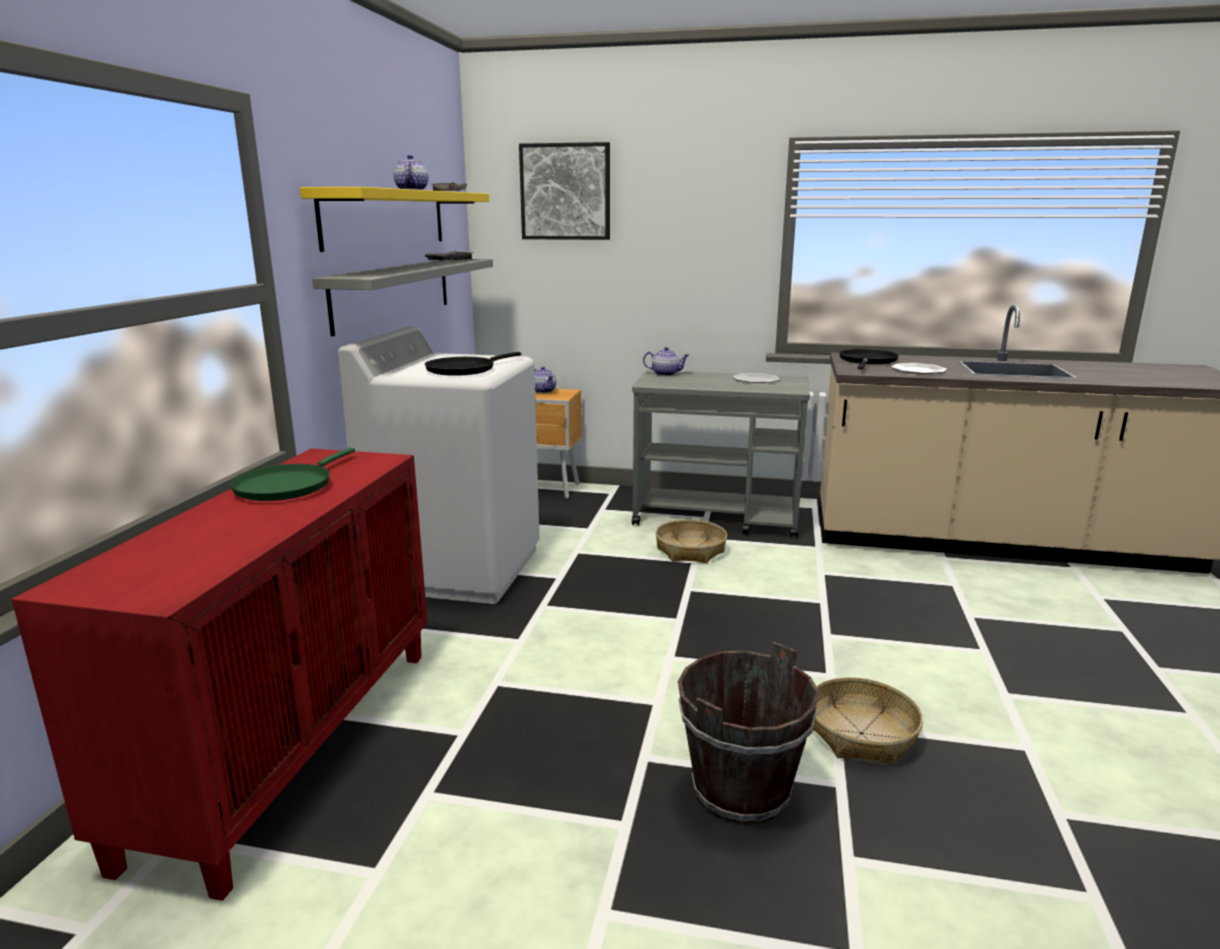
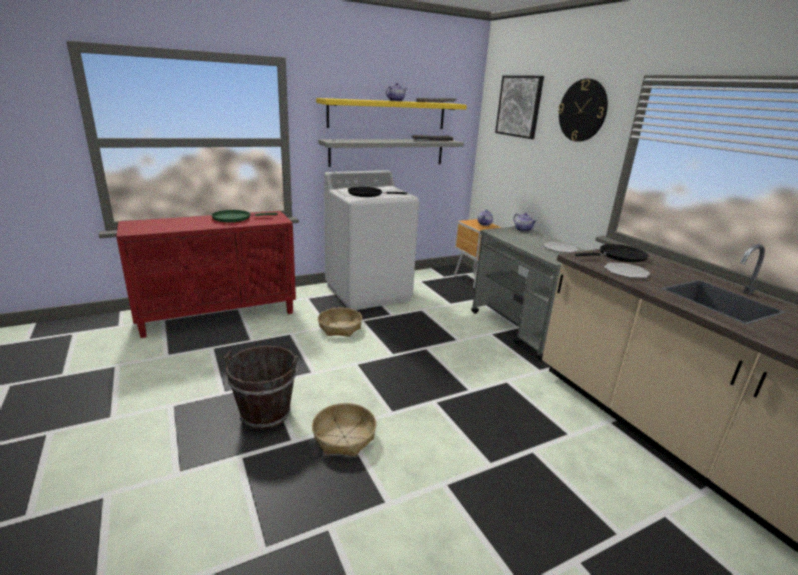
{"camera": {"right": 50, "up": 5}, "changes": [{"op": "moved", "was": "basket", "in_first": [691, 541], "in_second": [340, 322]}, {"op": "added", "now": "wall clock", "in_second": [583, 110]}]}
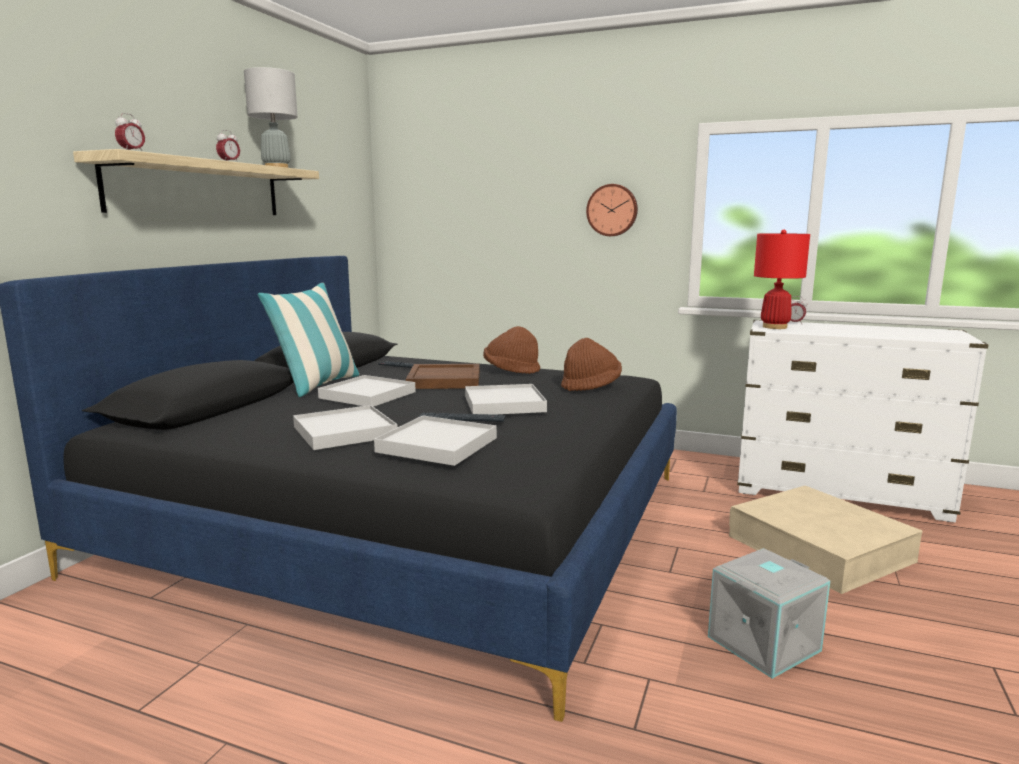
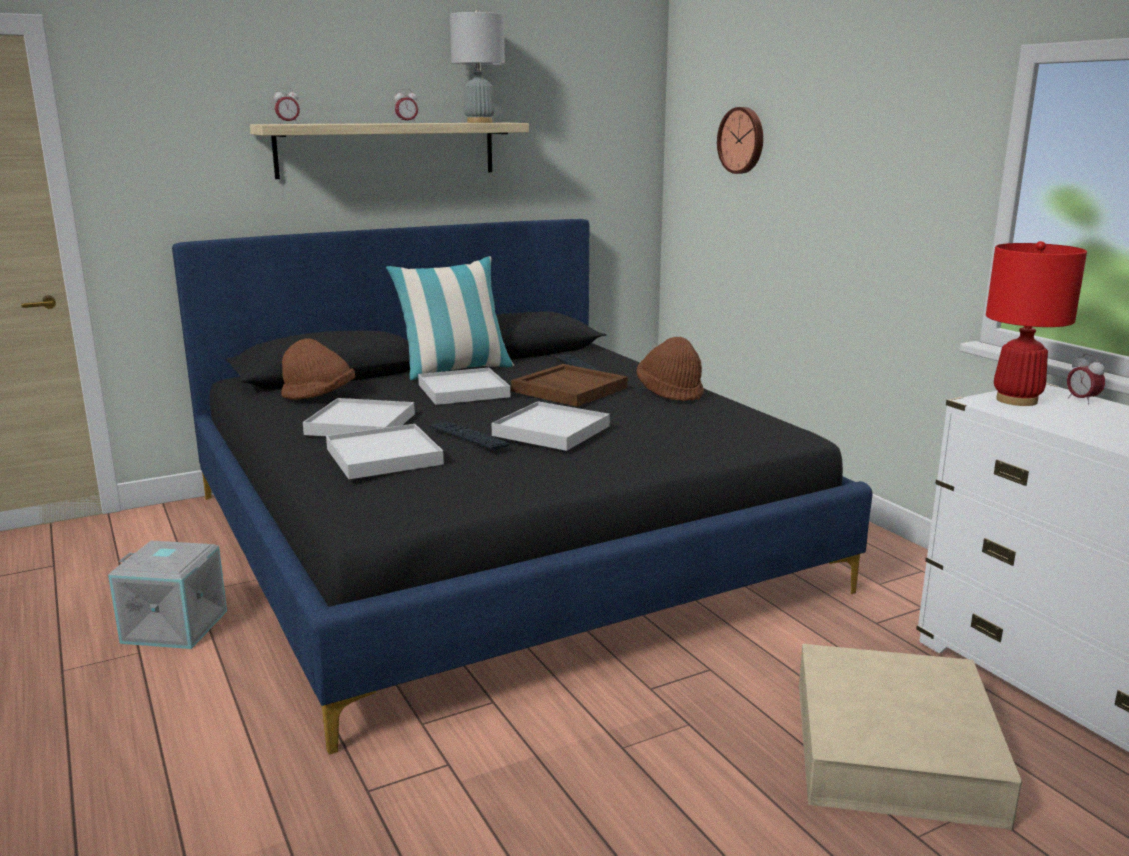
{"camera": {"right": 40, "up": 5}, "changes": [{"op": "moved", "was": "hat in brown", "in_first": [591, 364], "in_second": [318, 369]}, {"op": "moved", "was": "wall clock", "in_first": [612, 210], "in_second": [740, 140]}, {"op": "moved", "was": "storage box in grey", "in_first": [769, 613], "in_second": [167, 595]}]}
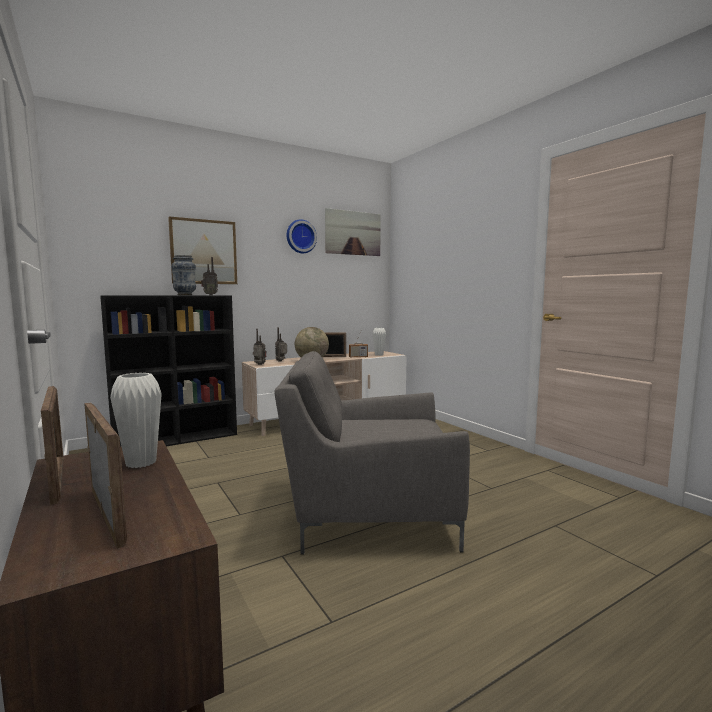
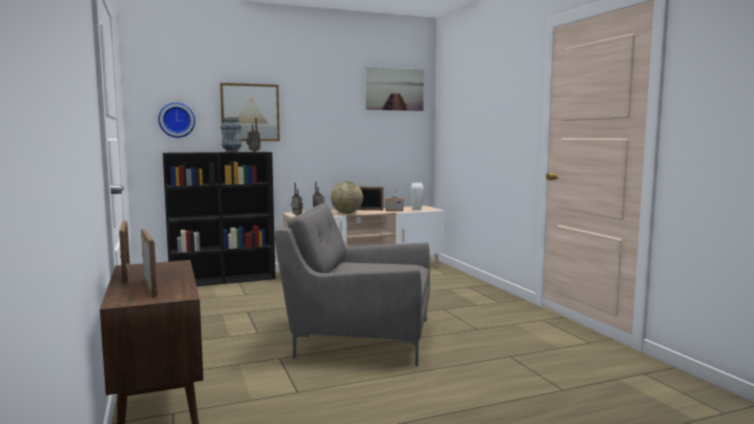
{"camera": {"right": 10, "up": 0}, "changes": [{"op": "removed", "was": "vase in white", "in_first": [136, 420]}, {"op": "moved", "was": "wall clock", "in_first": [302, 236], "in_second": [176, 120]}]}
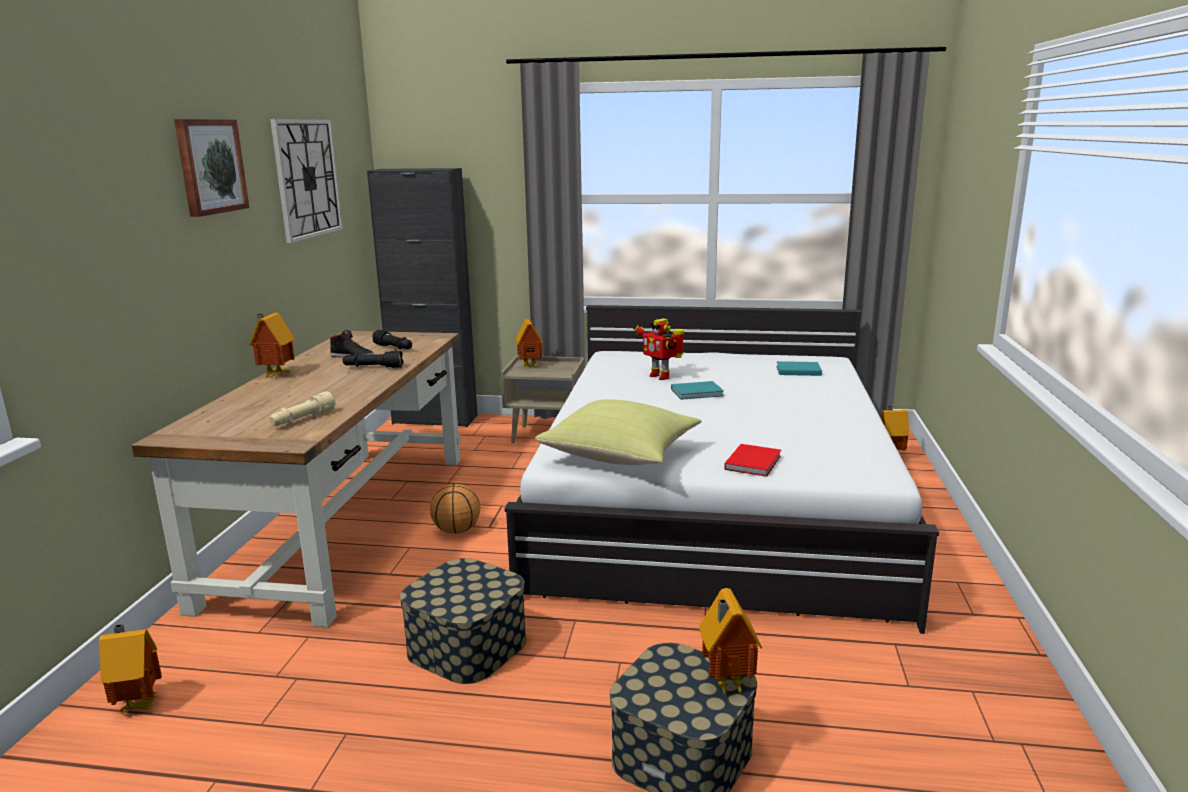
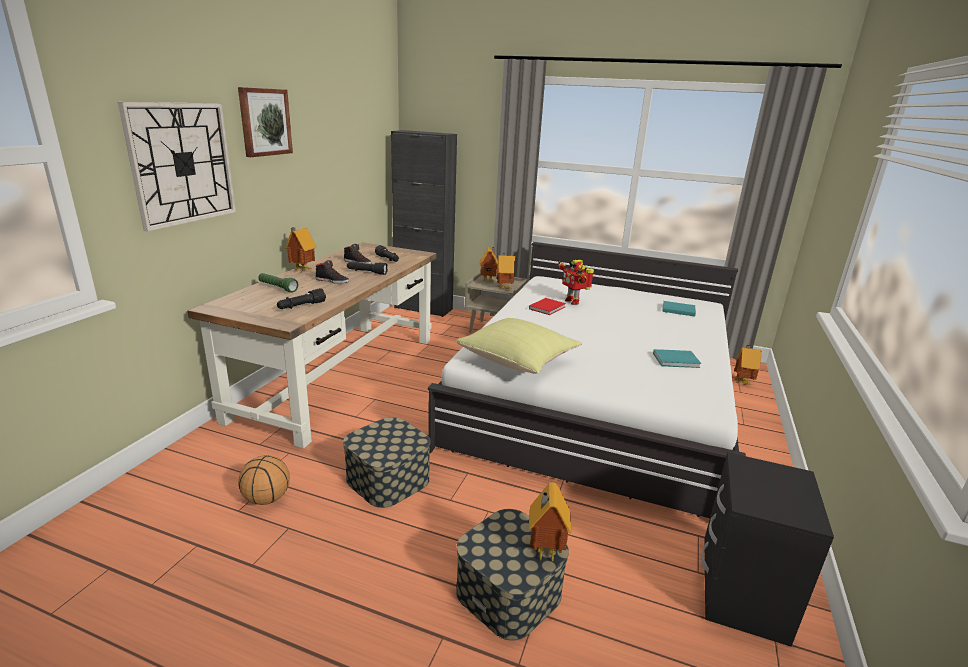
{"camera": {"right": 10, "up": 5}, "changes": [{"op": "moved", "was": "toy house", "in_first": [130, 668], "in_second": [506, 271]}, {"op": "recoloured", "was": "flashlight in beige", "now": "flashlight in black", "in_first": [302, 408], "in_second": [301, 298]}, {"op": "moved", "was": "wall clock", "in_first": [306, 181], "in_second": [177, 167]}, {"op": "moved", "was": "basketball", "in_first": [455, 509], "in_second": [264, 480]}, {"op": "moved", "was": "book in turquoise", "in_first": [697, 390], "in_second": [677, 358]}, {"op": "moved", "was": "book in red", "in_first": [752, 460], "in_second": [547, 306]}, {"op": "added", "now": "flashlight in green", "in_second": [278, 283]}, {"op": "added", "now": "shoe in black", "in_second": [332, 272]}, {"op": "added", "now": "nightstand in black", "in_second": [767, 549]}]}
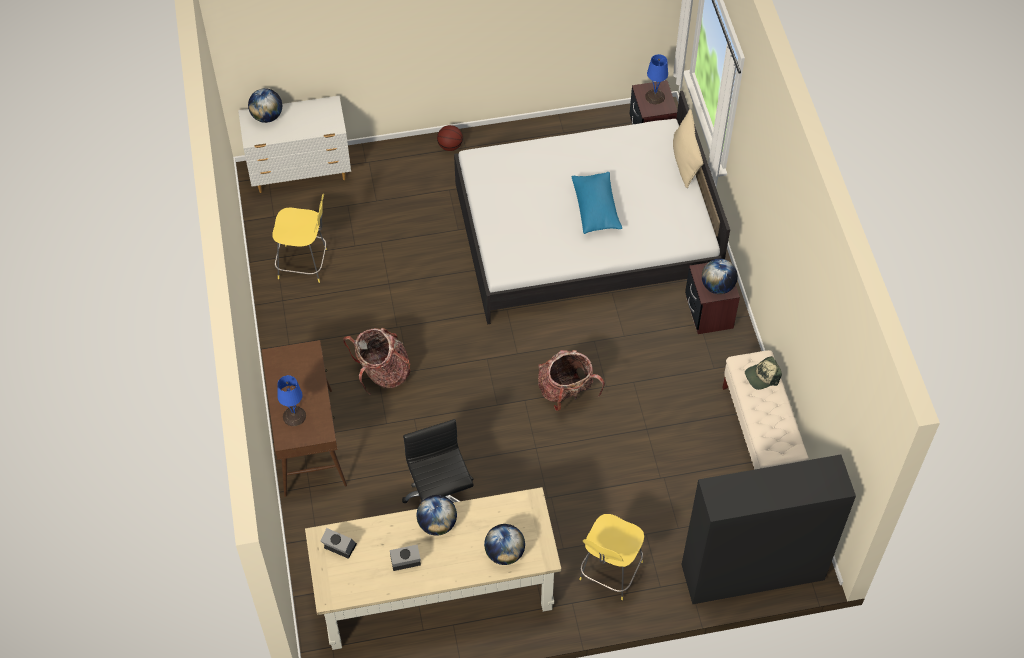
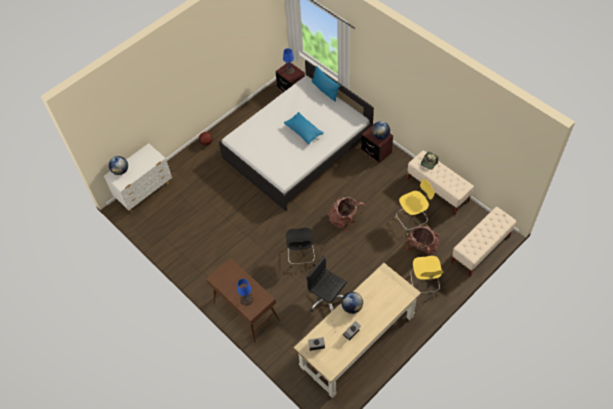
{"camera": {"right": -30, "up": 0}, "changes": [{"op": "moved", "was": "stool in yellow", "in_first": [299, 238], "in_second": [415, 206]}, {"op": "moved", "was": "backpack", "in_first": [376, 361], "in_second": [422, 240]}, {"op": "removed", "was": "globe", "in_first": [504, 544]}, {"op": "recoloured", "was": "pillow in beige", "now": "pillow in blue", "in_first": [688, 148], "in_second": [325, 84]}, {"op": "replaced", "was": "bookcase in black", "now": "bench in beige", "in_first": [768, 529], "in_second": [483, 242]}, {"op": "added", "now": "stool in black", "in_second": [300, 248]}]}
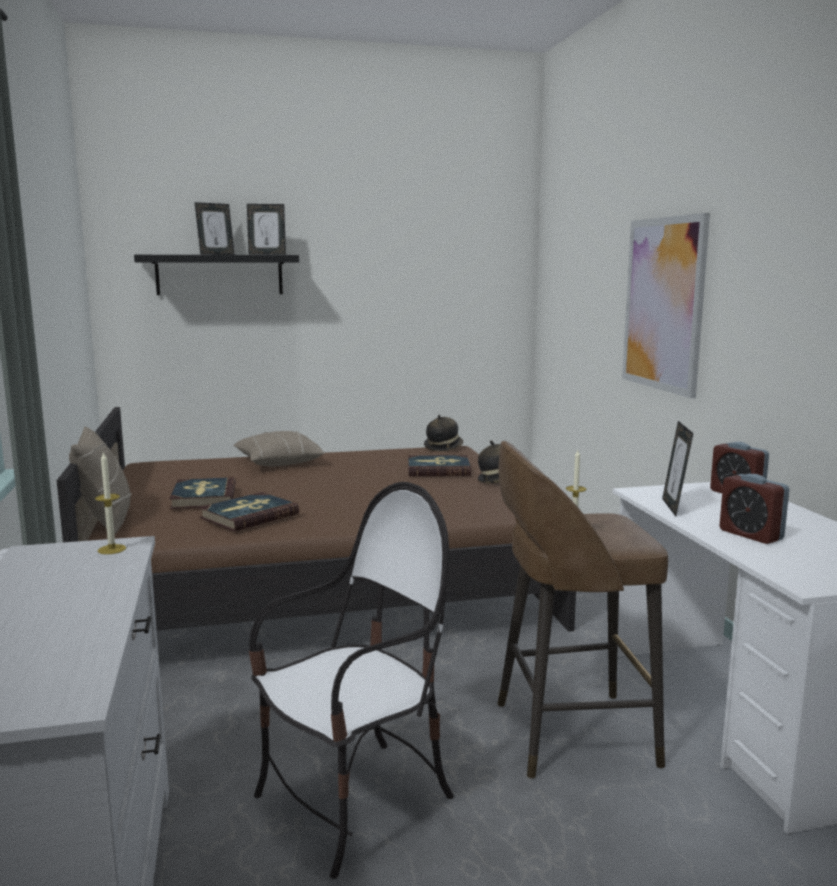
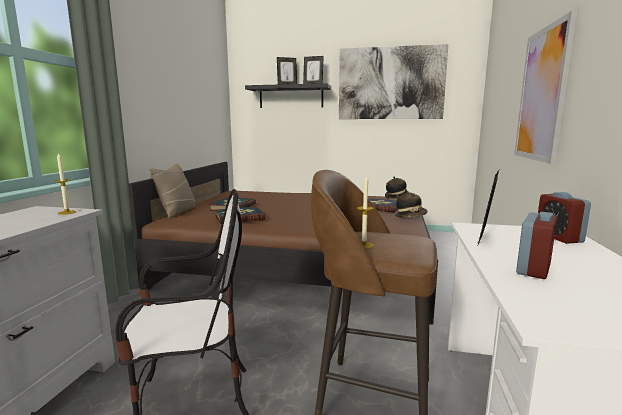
{"camera": {"right": 25, "up": 0}, "changes": [{"op": "removed", "was": "pillow in beige", "in_first": [279, 448]}, {"op": "turned", "was": "alarm clock", "in_first": [754, 509], "in_second": [536, 245], "clockwise": -135}, {"op": "added", "now": "picture", "in_second": [393, 81]}]}
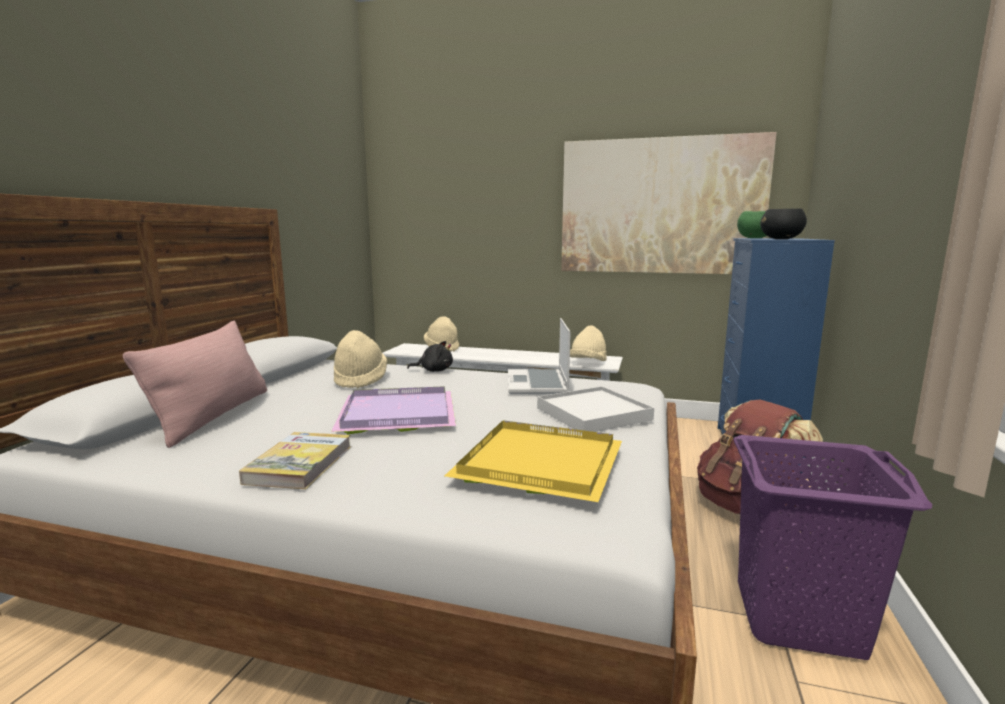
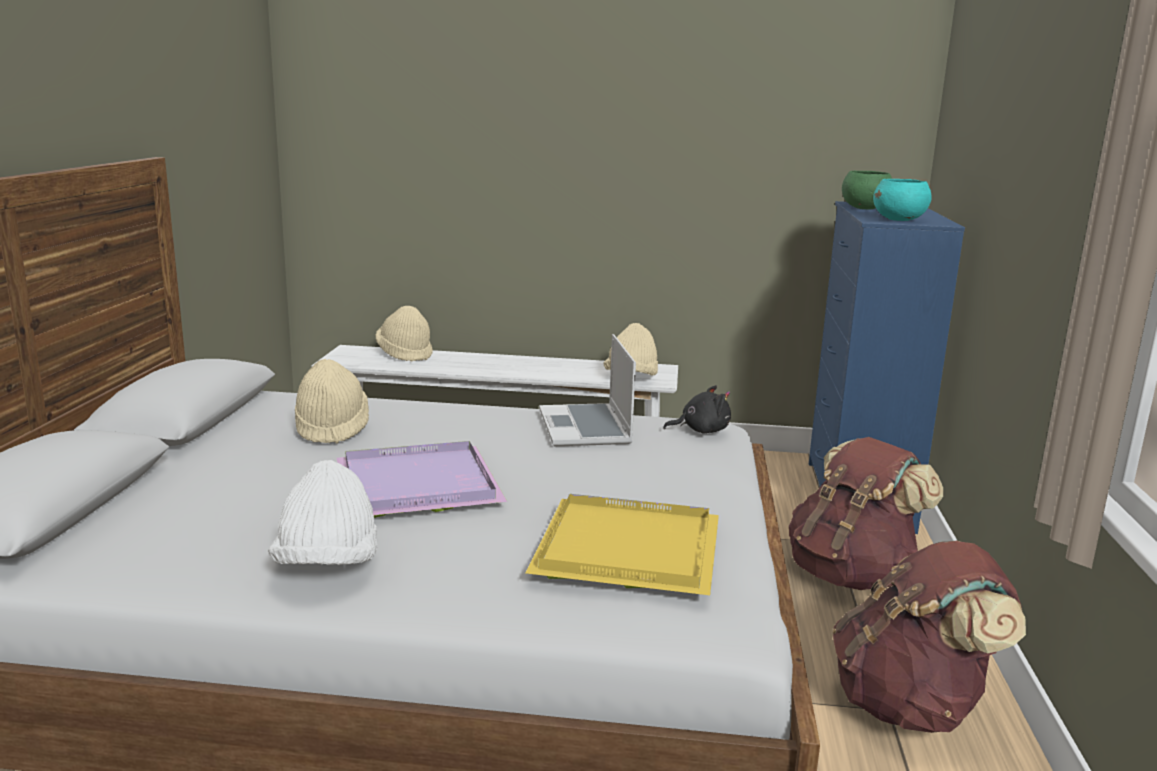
{"camera": {"right": -10, "up": 5}, "changes": [{"op": "removed", "was": "pillow in pink", "in_first": [195, 384]}, {"op": "replaced", "was": "book", "now": "hat in white", "in_first": [295, 460], "in_second": [323, 512]}, {"op": "moved", "was": "plush toy in black", "in_first": [430, 356], "in_second": [697, 409]}, {"op": "removed", "was": "tray in white", "in_first": [595, 409]}, {"op": "removed", "was": "picture", "in_first": [669, 203]}, {"op": "replaced", "was": "laundry basket in purple", "now": "backpack in brown", "in_first": [832, 547], "in_second": [929, 637]}, {"op": "recoloured", "was": "bowl in black", "now": "bowl in turquoise", "in_first": [783, 224], "in_second": [902, 200]}]}
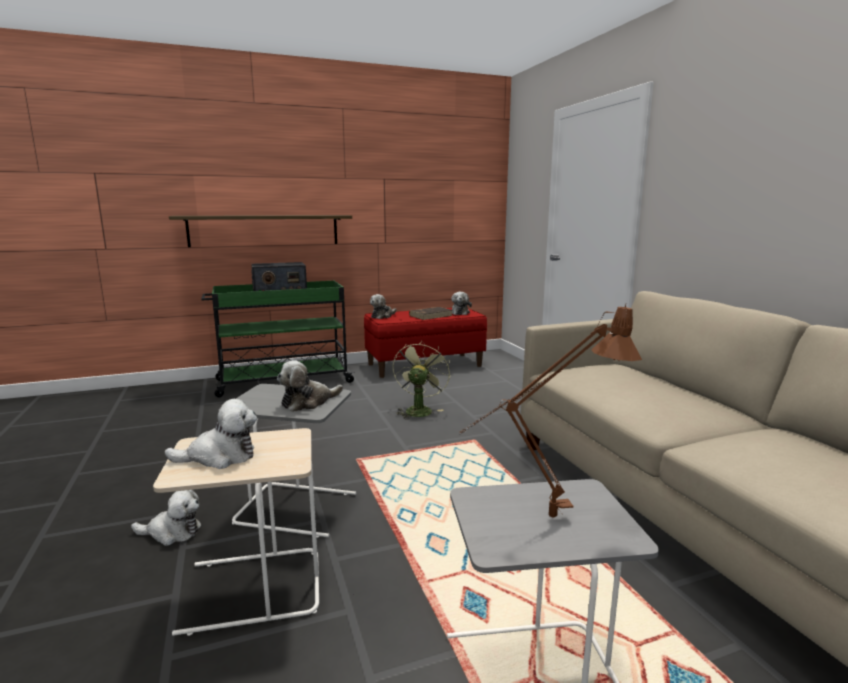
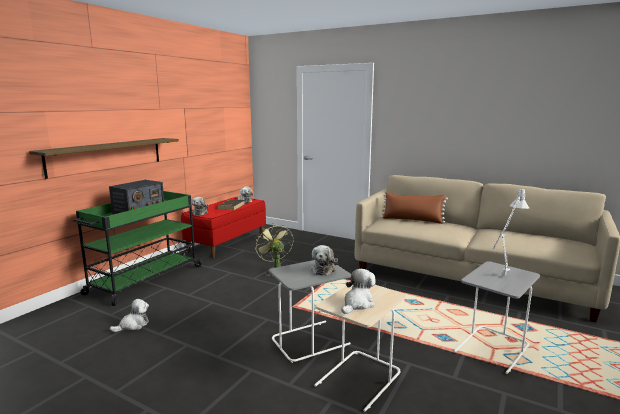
{"camera": {"right": -40, "up": 0}, "changes": [{"op": "moved", "was": "plush toy", "in_first": [166, 518], "in_second": [129, 315]}, {"op": "recoloured", "was": "table lamp in brown", "now": "table lamp in grey", "in_first": [551, 411], "in_second": [511, 232]}, {"op": "added", "now": "pillow in brown", "in_second": [414, 208]}]}
